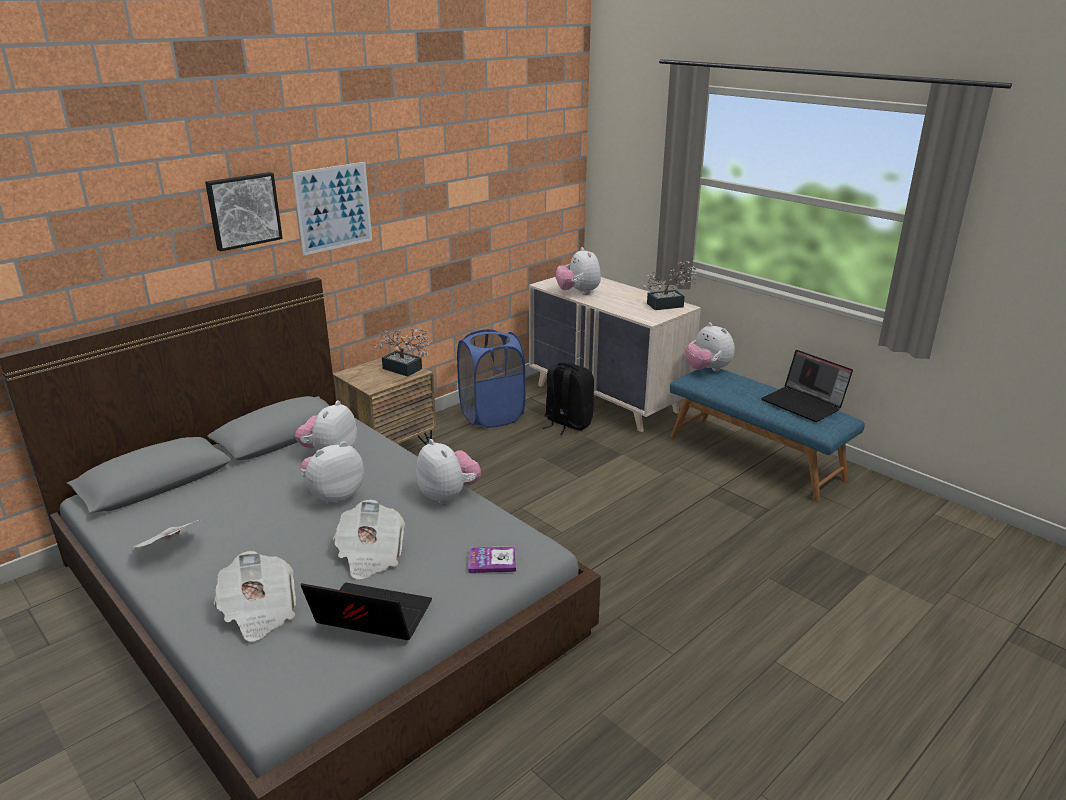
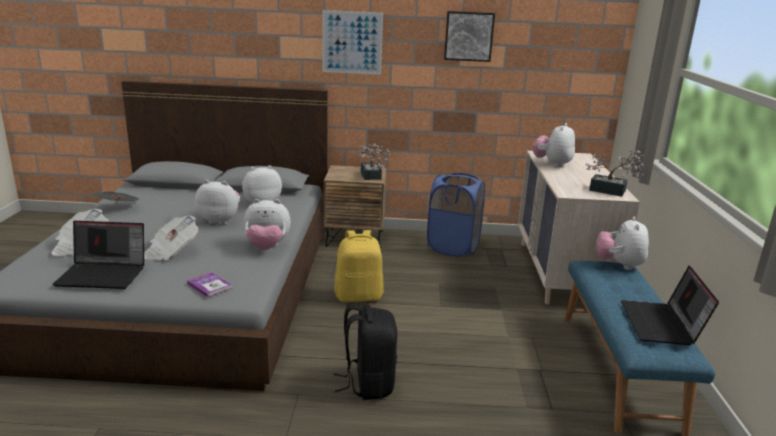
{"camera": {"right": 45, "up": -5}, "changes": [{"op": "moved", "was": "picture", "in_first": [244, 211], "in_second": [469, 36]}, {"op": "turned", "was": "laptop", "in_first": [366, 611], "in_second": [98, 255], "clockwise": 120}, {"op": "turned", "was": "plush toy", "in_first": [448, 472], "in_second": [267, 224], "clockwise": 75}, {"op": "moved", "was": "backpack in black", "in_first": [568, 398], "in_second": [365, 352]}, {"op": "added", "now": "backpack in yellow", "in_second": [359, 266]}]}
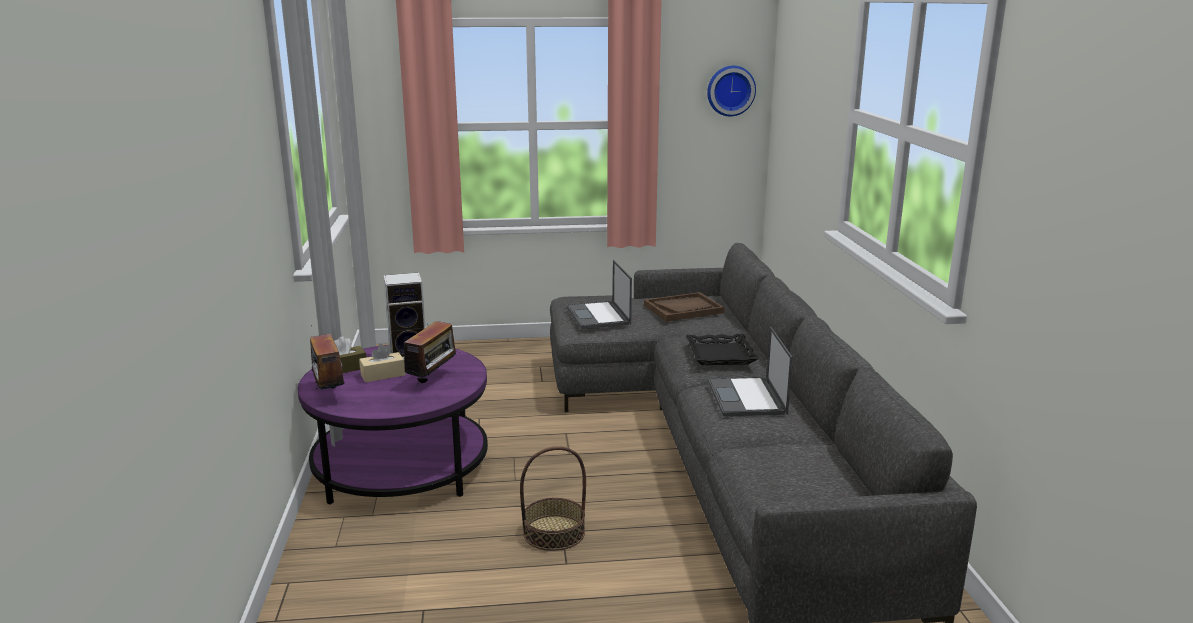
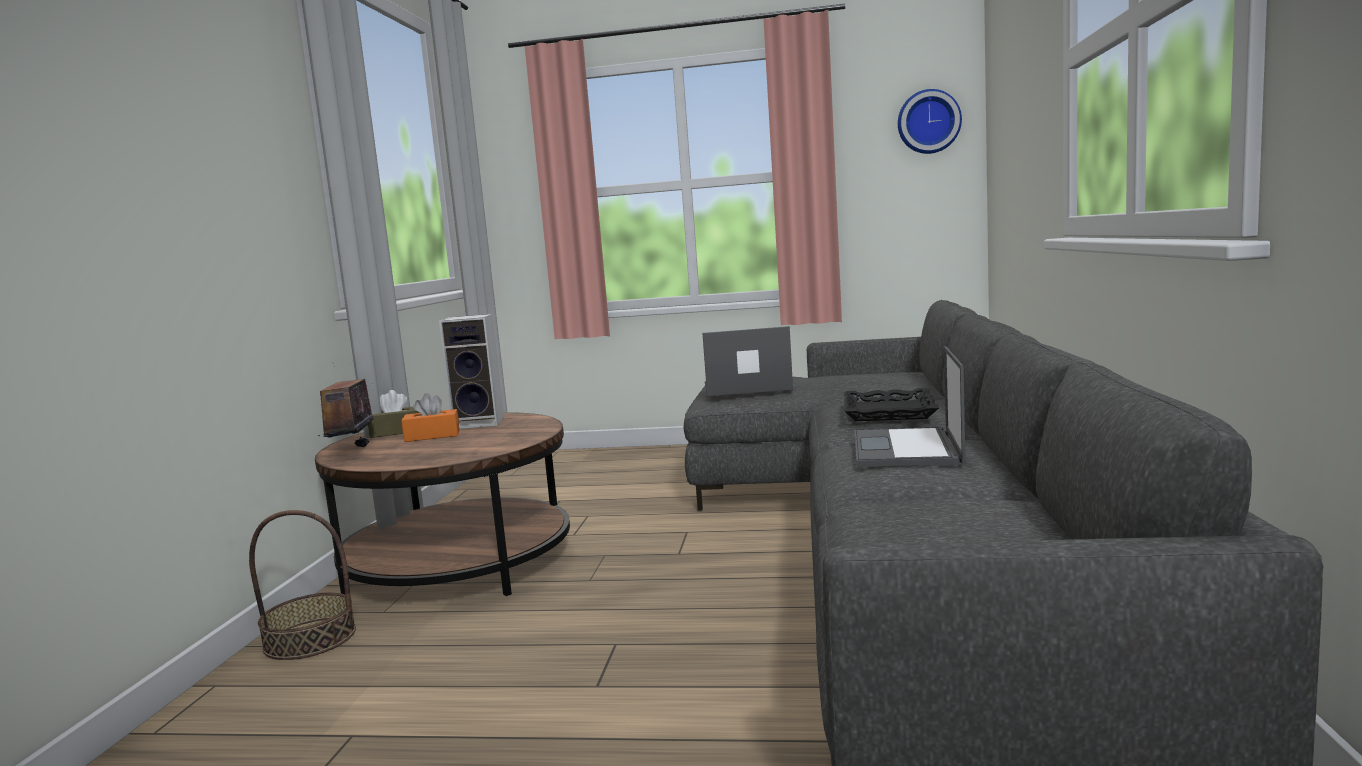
{"camera": {"right": 15, "up": -10}, "changes": [{"op": "recoloured", "was": "coffee table in purple", "now": "coffee table in brown", "in_first": [393, 425], "in_second": [442, 504]}, {"op": "recoloured", "was": "tissue box in beige", "now": "tissue box in orange", "in_first": [382, 363], "in_second": [430, 417]}, {"op": "removed", "was": "radio", "in_first": [432, 353]}, {"op": "moved", "was": "basket", "in_first": [553, 498], "in_second": [302, 585]}, {"op": "turned", "was": "laptop", "in_first": [599, 294], "in_second": [747, 361], "clockwise": 90}, {"op": "removed", "was": "tray in brown", "in_first": [684, 307]}]}
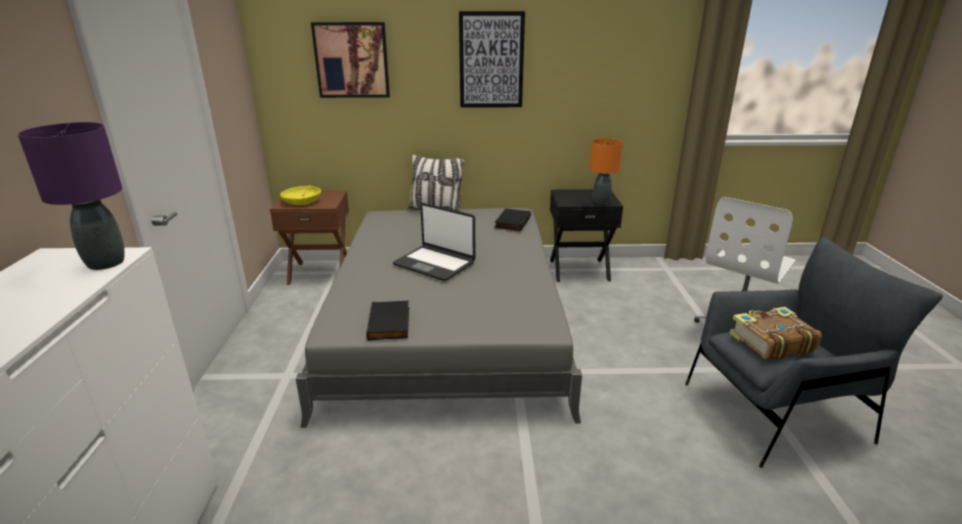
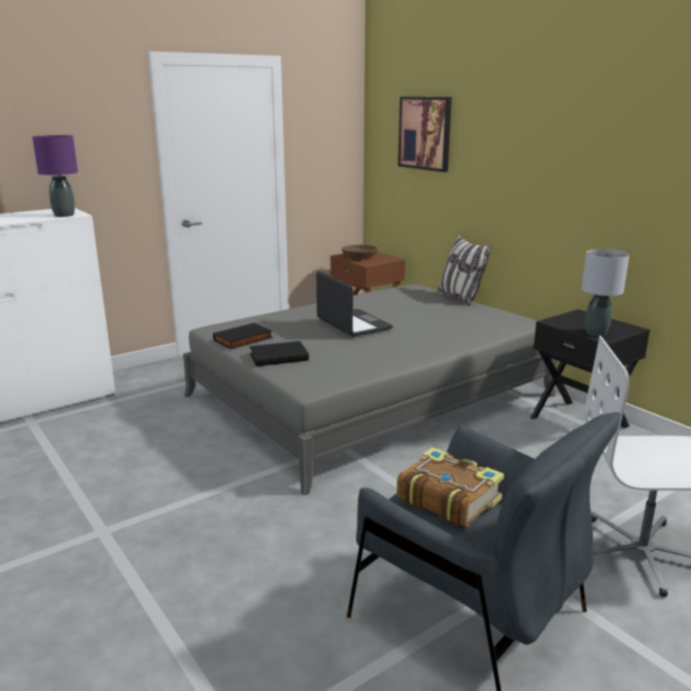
{"camera": {"right": 55, "up": -5}, "changes": [{"op": "recoloured", "was": "bowl in yellow", "now": "bowl in brown", "in_first": [300, 195], "in_second": [360, 252]}, {"op": "turned", "was": "laptop", "in_first": [434, 242], "in_second": [354, 304], "clockwise": 150}, {"op": "removed", "was": "picture", "in_first": [492, 59]}, {"op": "moved", "was": "book in black", "in_first": [512, 219], "in_second": [279, 353]}, {"op": "recoloured", "was": "table lamp in orange", "now": "table lamp in grey", "in_first": [606, 171], "in_second": [605, 292]}]}
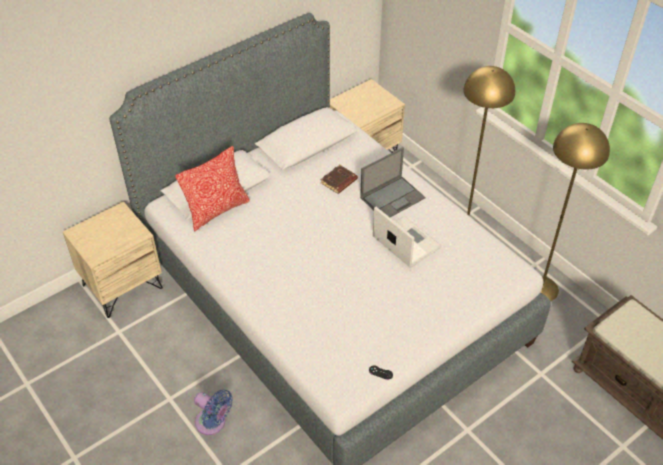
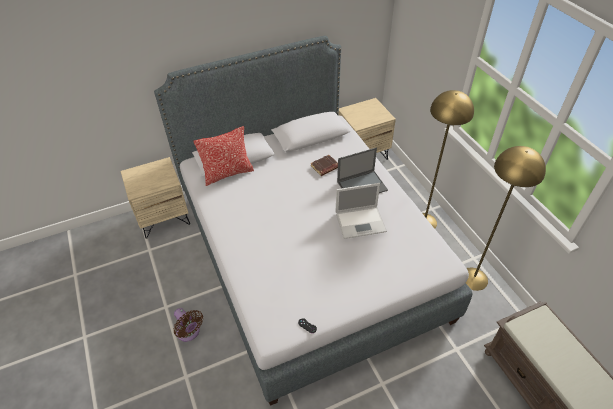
{"camera": {"right": 15, "up": 0}, "changes": [{"op": "recoloured", "was": "fan in blue", "now": "fan in brown", "in_first": [213, 412], "in_second": [188, 325]}, {"op": "turned", "was": "laptop", "in_first": [407, 237], "in_second": [361, 211], "clockwise": 105}]}
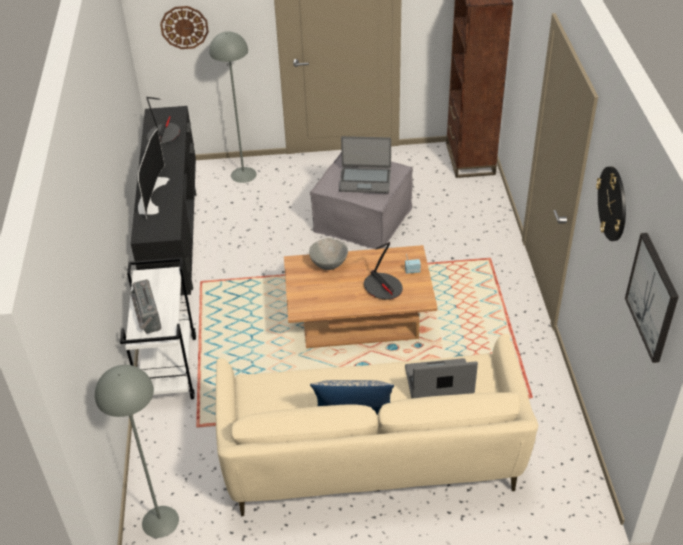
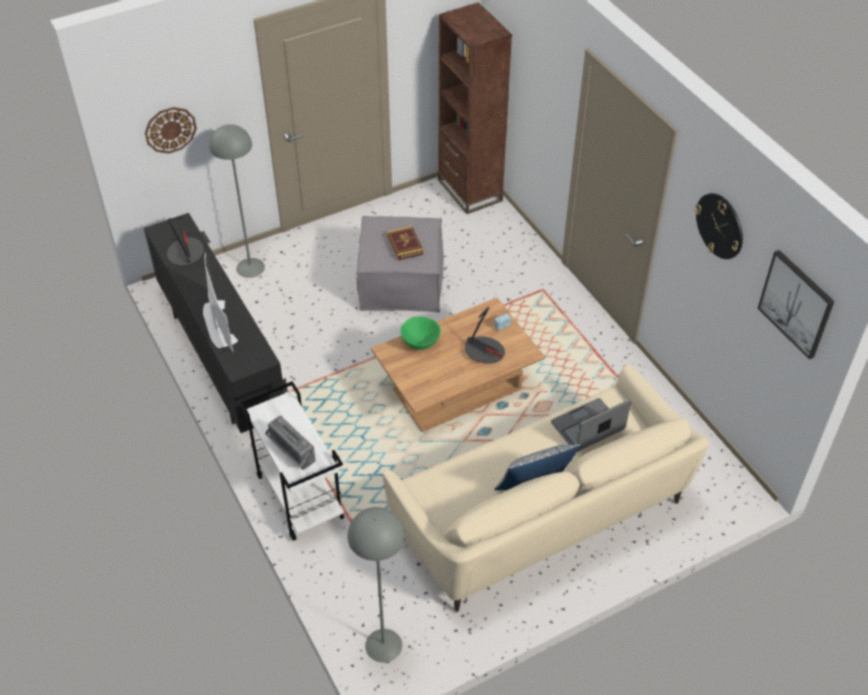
{"camera": {"right": -25, "up": 5}, "changes": [{"op": "recoloured", "was": "bowl in grey", "now": "bowl in green", "in_first": [328, 254], "in_second": [420, 333]}, {"op": "replaced", "was": "laptop", "now": "book", "in_first": [365, 164], "in_second": [405, 243]}]}
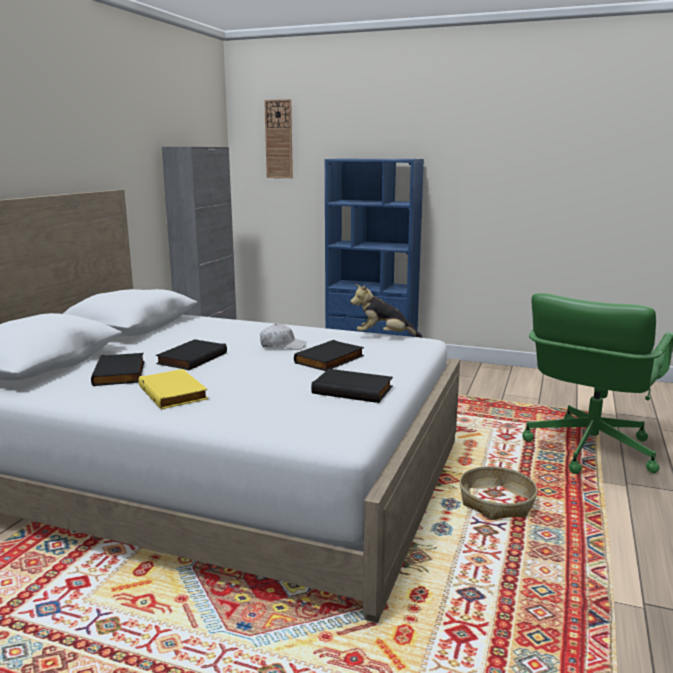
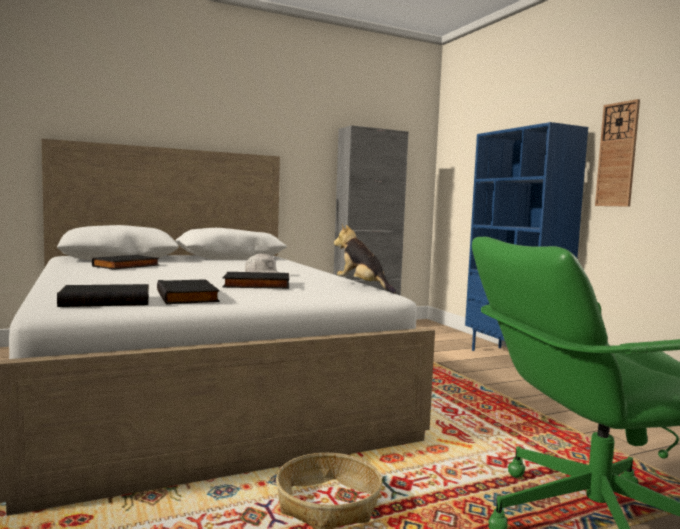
{"camera": {"right": 45, "up": -10}, "changes": [{"op": "removed", "was": "book in yellow", "in_first": [173, 389]}, {"op": "moved", "was": "book in black", "in_first": [191, 354], "in_second": [103, 295]}, {"op": "moved", "was": "wall clock", "in_first": [278, 138], "in_second": [617, 153]}]}
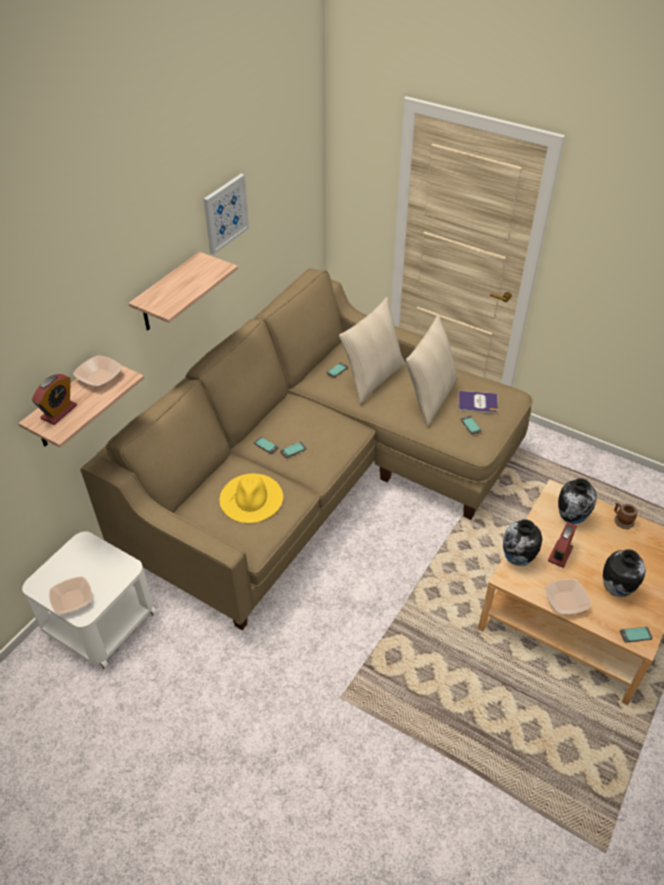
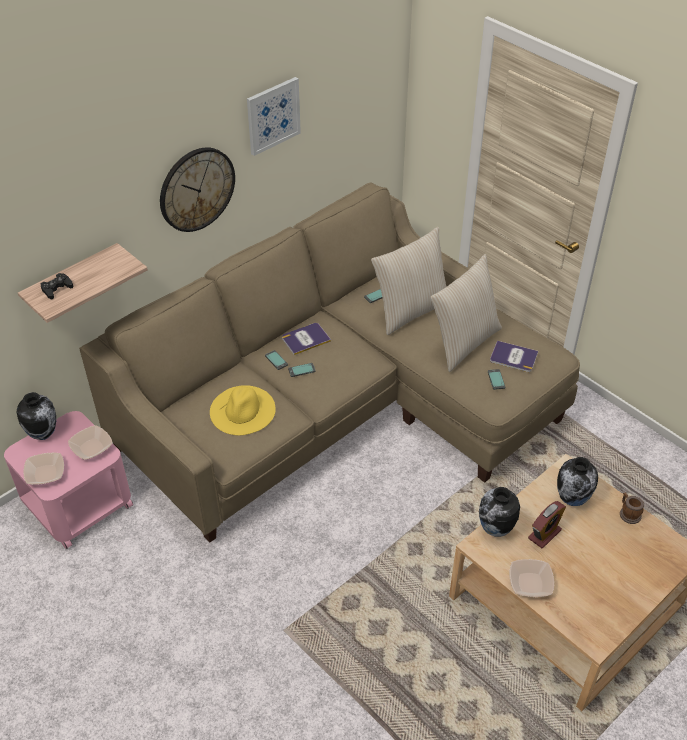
{"camera": {"right": 15, "up": 0}, "changes": [{"op": "recoloured", "was": "side table in white", "now": "side table in pink", "in_first": [89, 600], "in_second": [68, 480]}, {"op": "replaced", "was": "alarm clock", "now": "game controller in black", "in_first": [54, 399], "in_second": [57, 286]}, {"op": "moved", "was": "bowl", "in_first": [97, 371], "in_second": [90, 442]}, {"op": "replaced", "was": "shelf", "now": "wall clock", "in_first": [183, 291], "in_second": [197, 189]}, {"op": "moved", "was": "vase", "in_first": [624, 573], "in_second": [36, 416]}, {"op": "removed", "was": "phone", "in_first": [636, 635]}, {"op": "added", "now": "book", "in_second": [306, 339]}]}
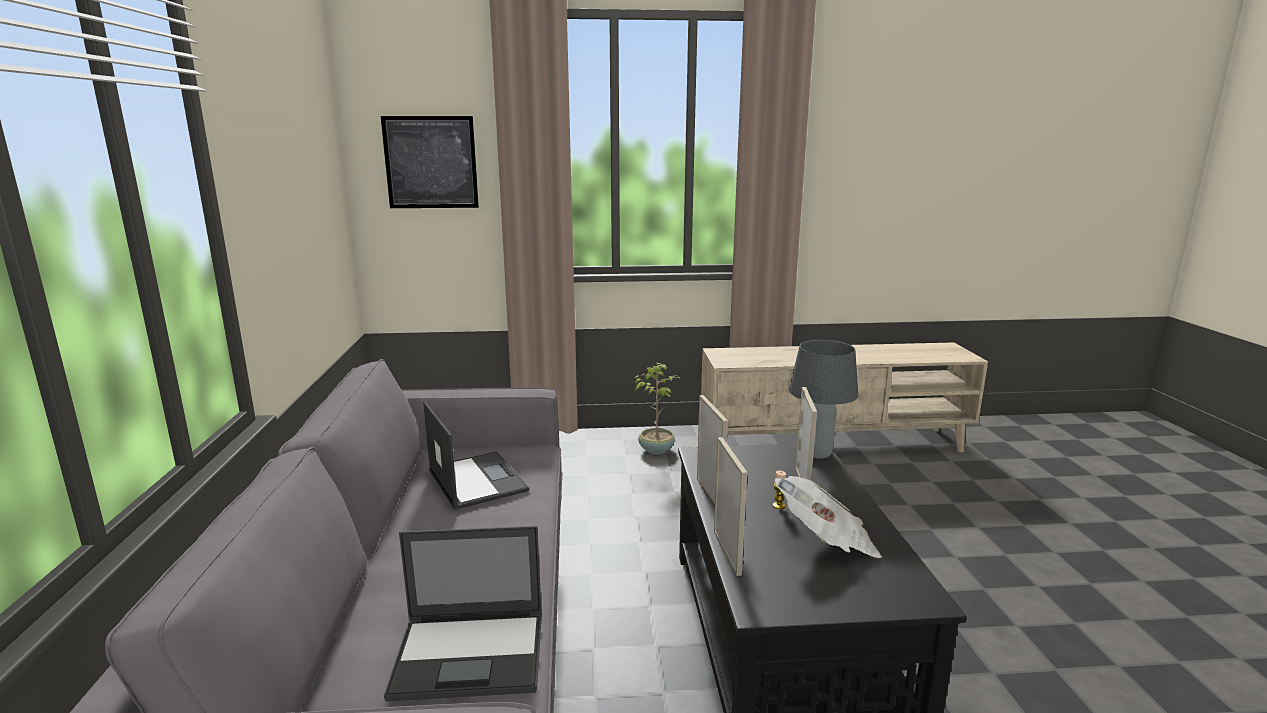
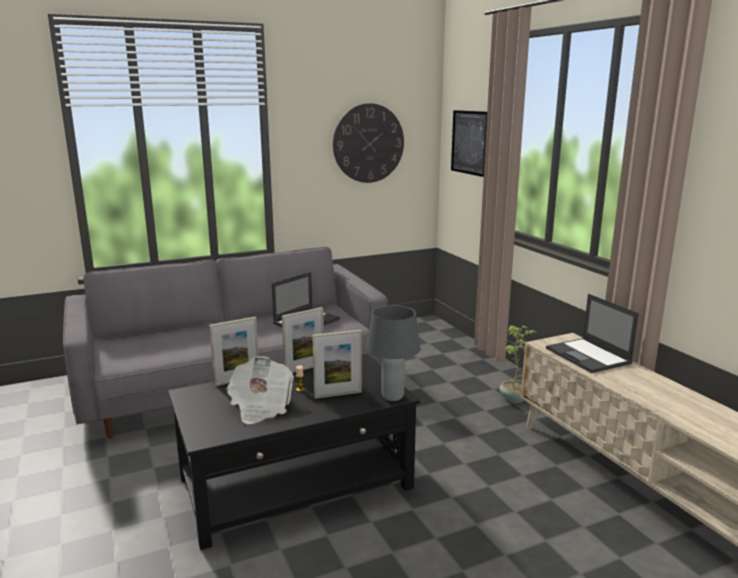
{"camera": {"right": 70, "up": 0}, "changes": [{"op": "moved", "was": "laptop", "in_first": [463, 614], "in_second": [592, 333]}, {"op": "added", "now": "wall clock", "in_second": [368, 143]}]}
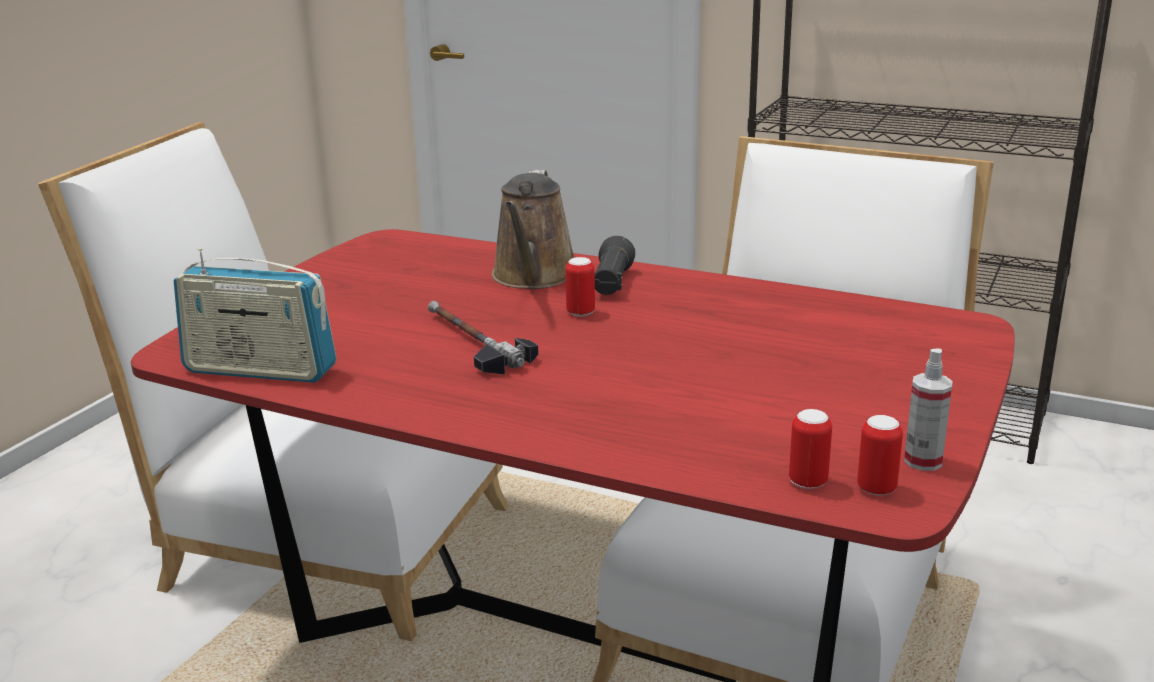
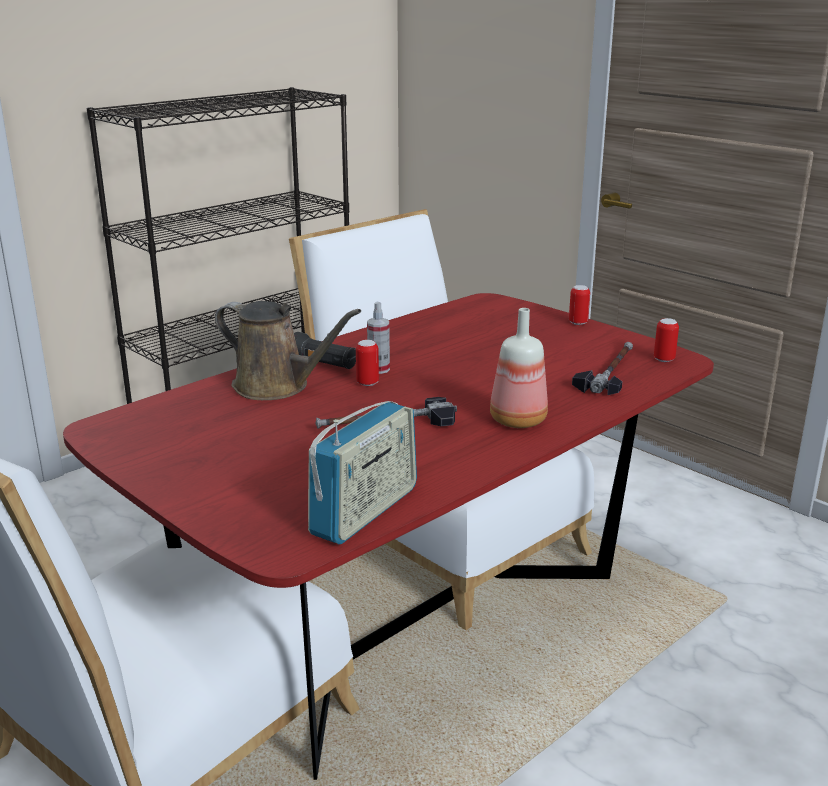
{"camera": {"right": -70, "up": 0}, "changes": [{"op": "moved", "was": "can", "in_first": [810, 449], "in_second": [579, 305]}, {"op": "moved", "was": "spray bottle", "in_first": [928, 410], "in_second": [378, 338]}, {"op": "added", "now": "bottle", "in_second": [519, 368]}, {"op": "added", "now": "hammer", "in_second": [602, 368]}]}
